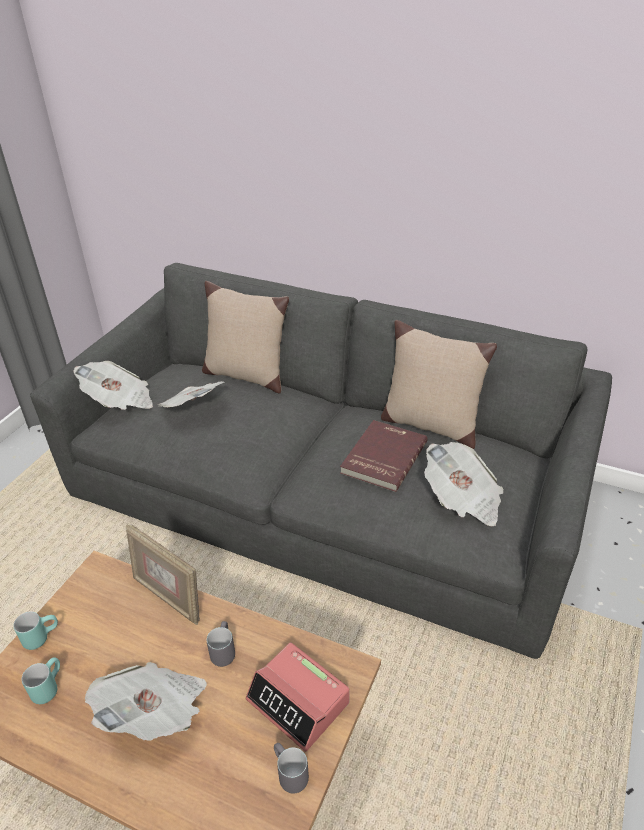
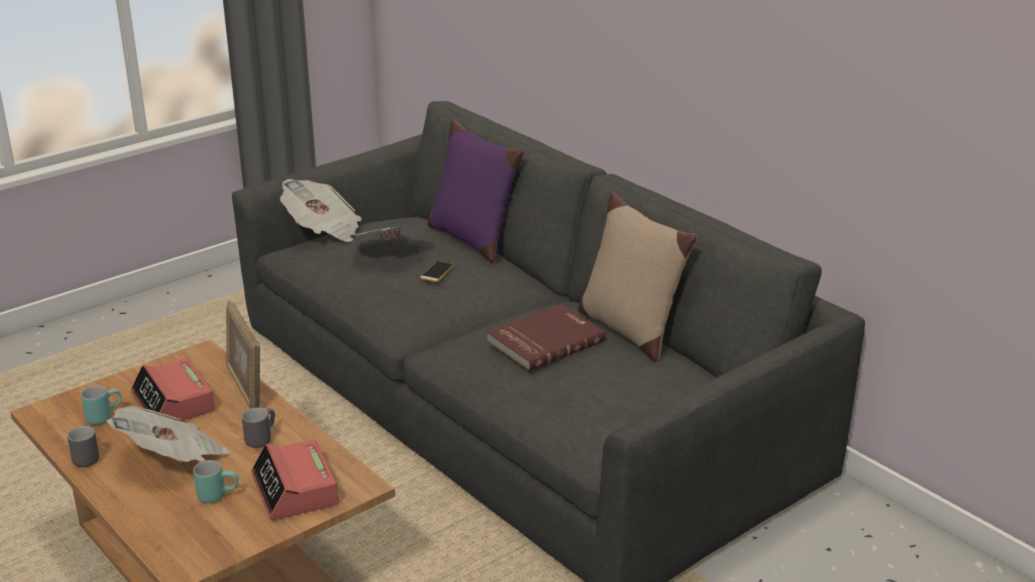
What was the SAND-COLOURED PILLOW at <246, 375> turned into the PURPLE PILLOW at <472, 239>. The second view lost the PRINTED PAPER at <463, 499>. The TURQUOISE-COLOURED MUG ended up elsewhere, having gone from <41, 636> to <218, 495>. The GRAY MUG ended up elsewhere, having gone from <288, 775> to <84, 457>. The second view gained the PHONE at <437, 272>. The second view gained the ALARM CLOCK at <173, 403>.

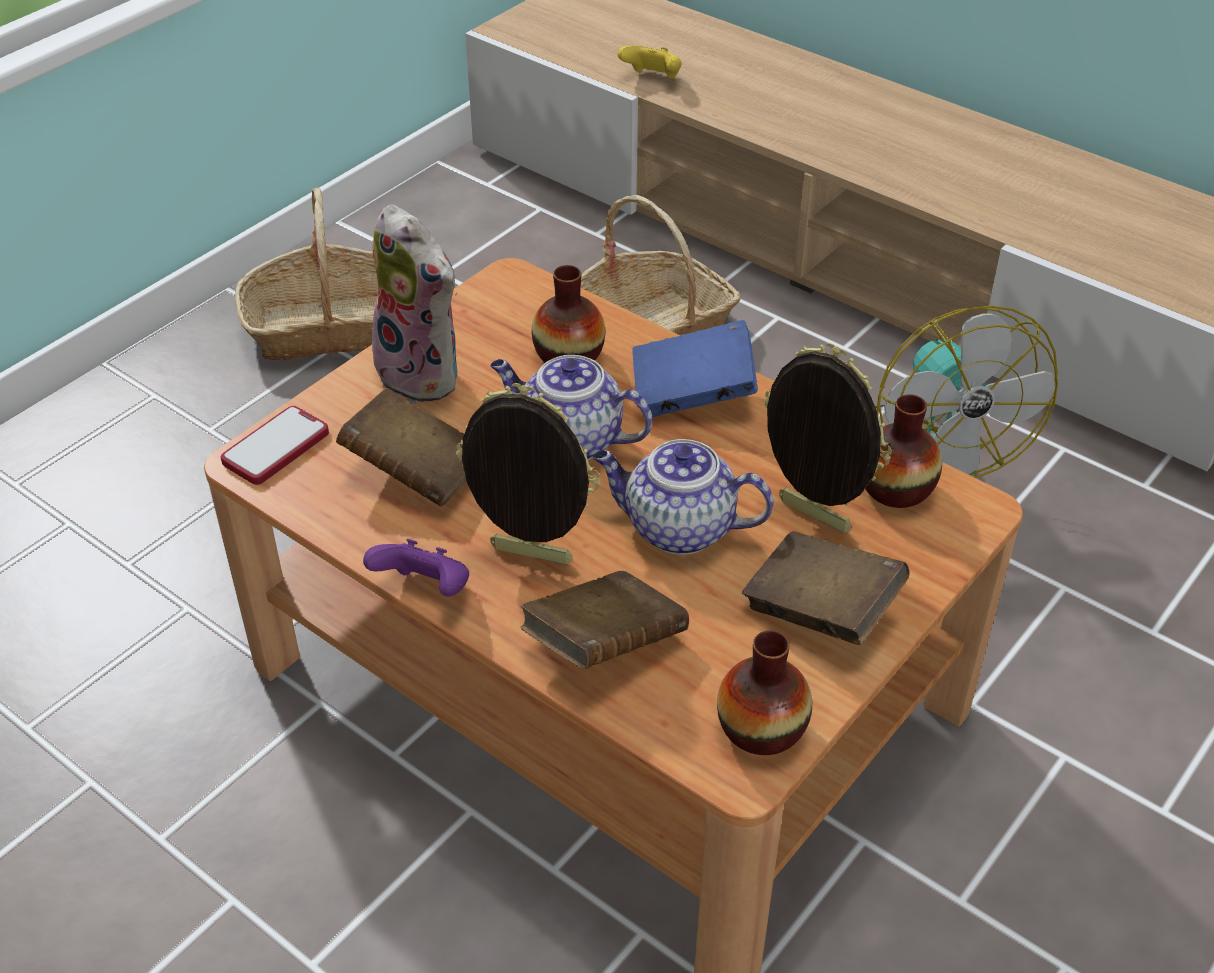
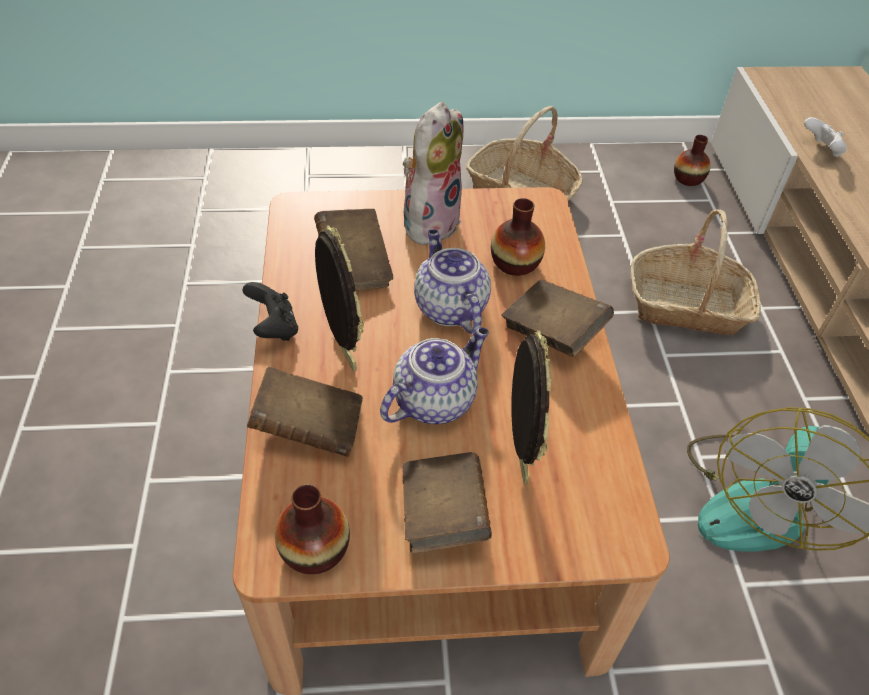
What was the YELLOWISH GAMEPAD at <652, 79> turned into the WHITE GAMEPAD at <821, 150>. The PLUSH TOY at <425, 374> ended up facing another way, 150 degrees counterclockwise from before. What was the BLUE-COLOURED BOUND BOOK at <692, 394> turned into the BROWNISH BOUND BOOK at <552, 333>. The DECORATIVE VASE ended up elsewhere, having gone from <896, 488> to <688, 179>. The second view lost the PHONE at <276, 448>. The TEA POT at <677, 529> ended up facing another way, 75 degrees clockwise from before. What was the PURPLE GAMEPAD at <425, 590> turned into the BLACK-COLOURED GAMEPAD at <274, 328>.

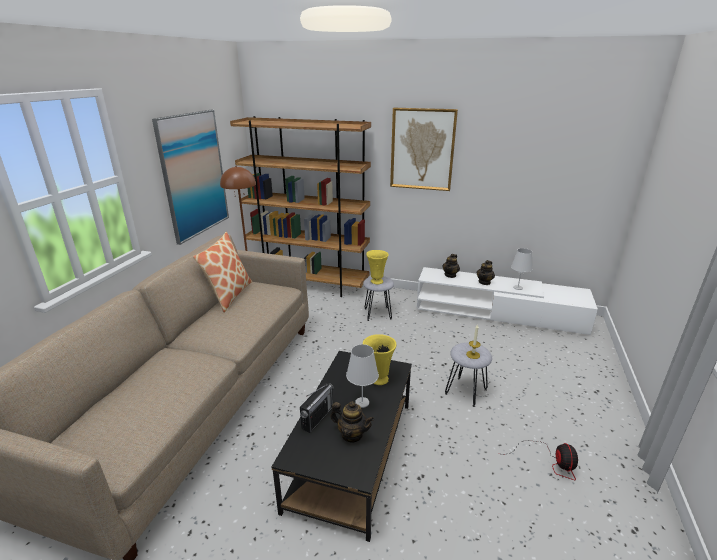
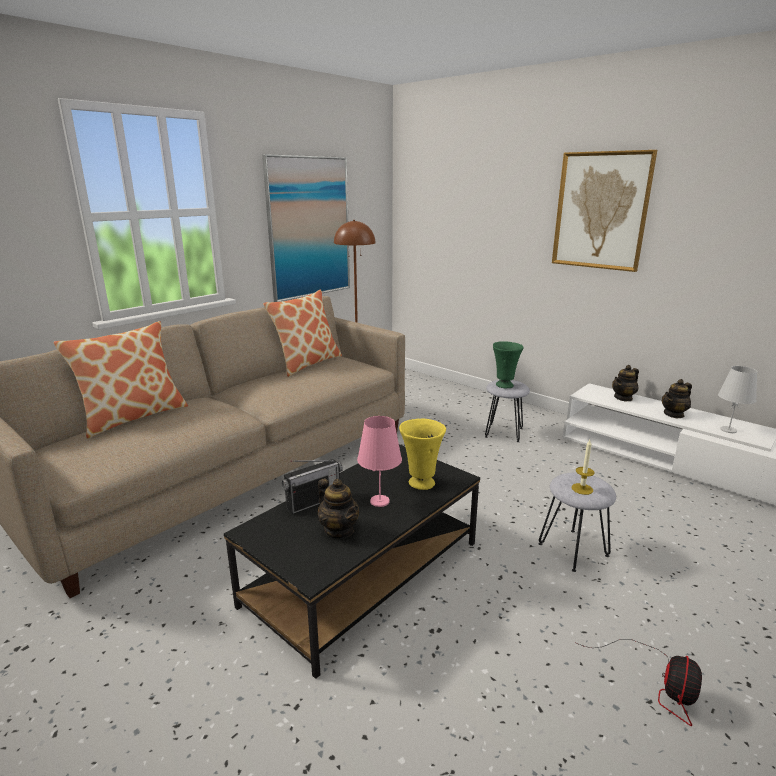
The second view lost the BROWNISH BOOKCASE at <309, 284>. What was the YELLOWISH DECORATIVE VASE at <376, 281> turned into the GREEN DECORATIVE VASE at <504, 385>. What was the WHITE TABLE LAMP at <362, 403> turned into the PINK-COLOURED TABLE LAMP at <379, 501>. The second view gained the PILLOW at <133, 417>.

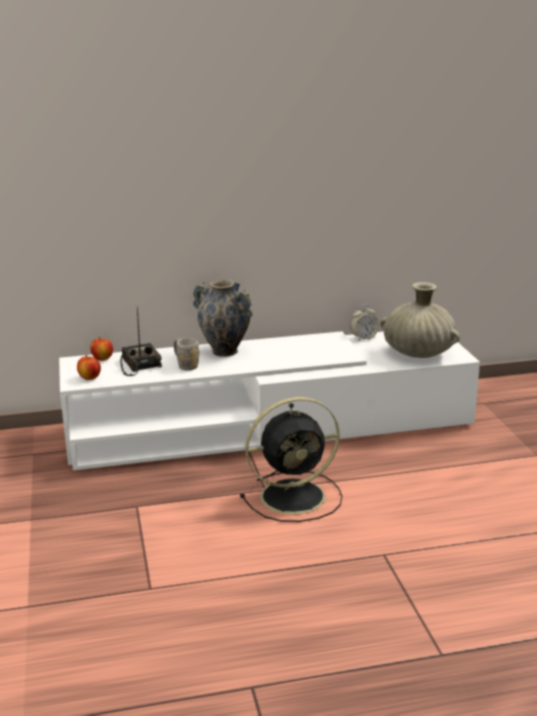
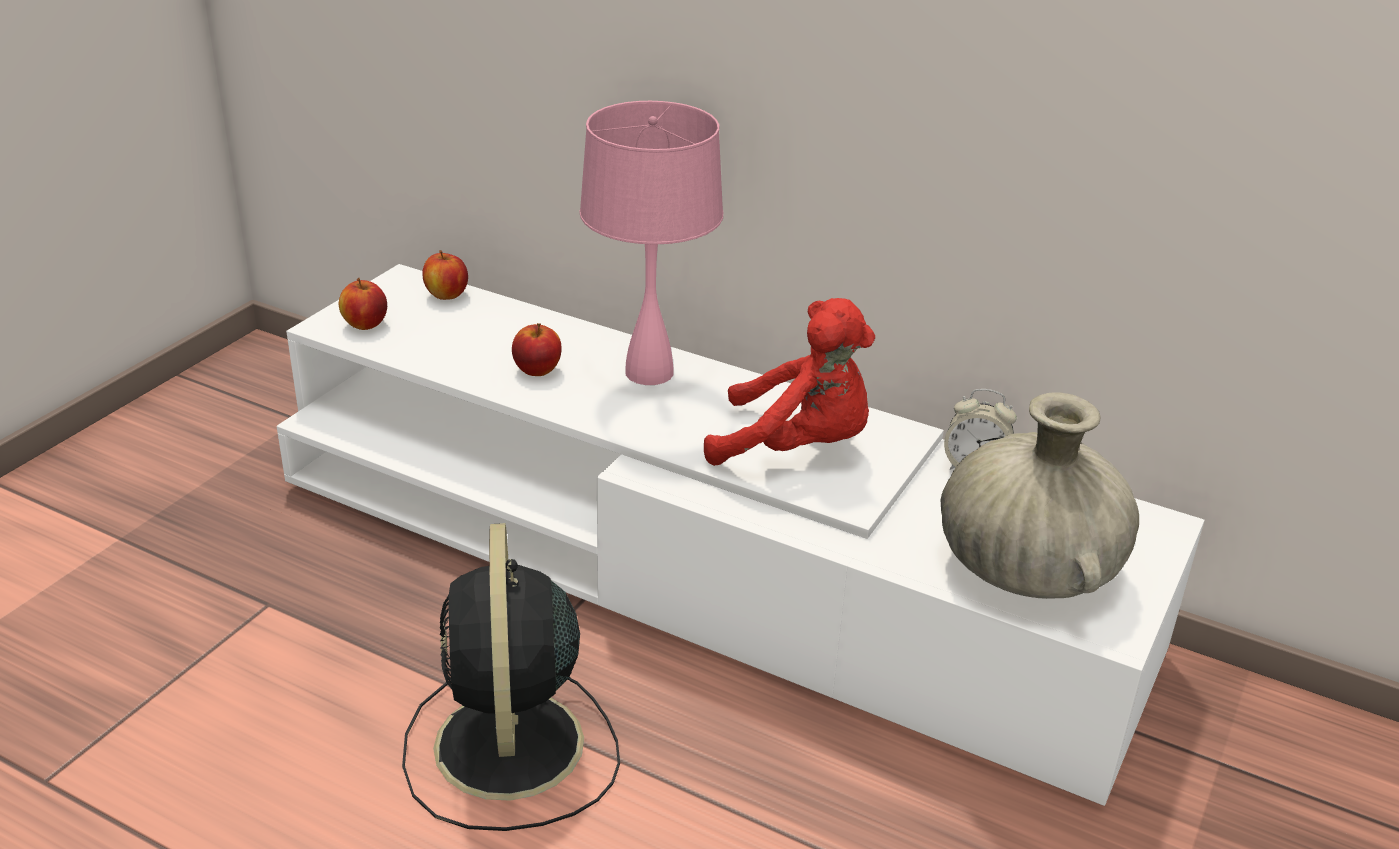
Where the DECORATIVE VASE stood at <224, 351>, the PINK-COLOURED TABLE LAMP came to stand at <648, 372>. The second view lost the RADIO SET at <139, 365>. Where the GRAY MUG stood at <185, 365>, the APPLE FRUIT came to stand at <537, 370>. The BLACK-COLOURED FAN at <296, 496> ended up facing another way, 60 degrees clockwise from before. The second view gained the RED-COLOURED PLUSH TOY at <797, 447>.

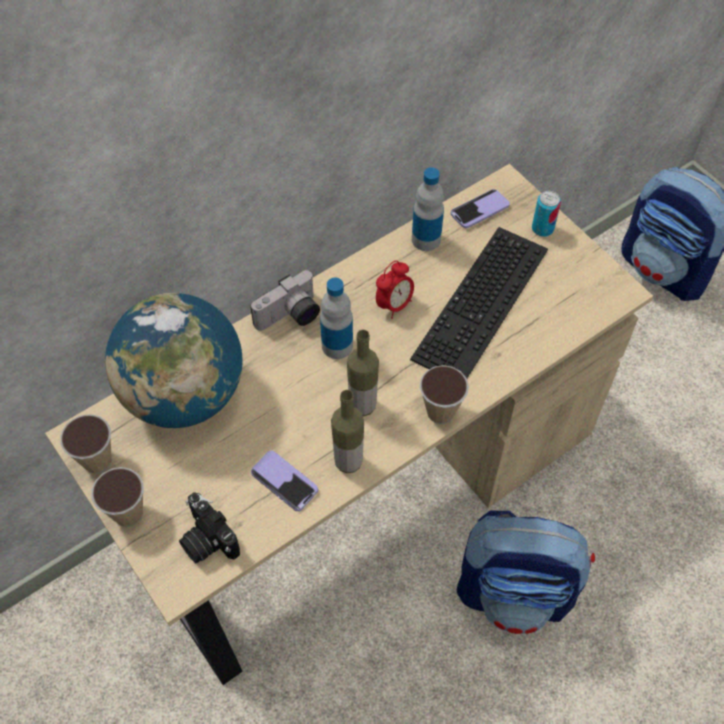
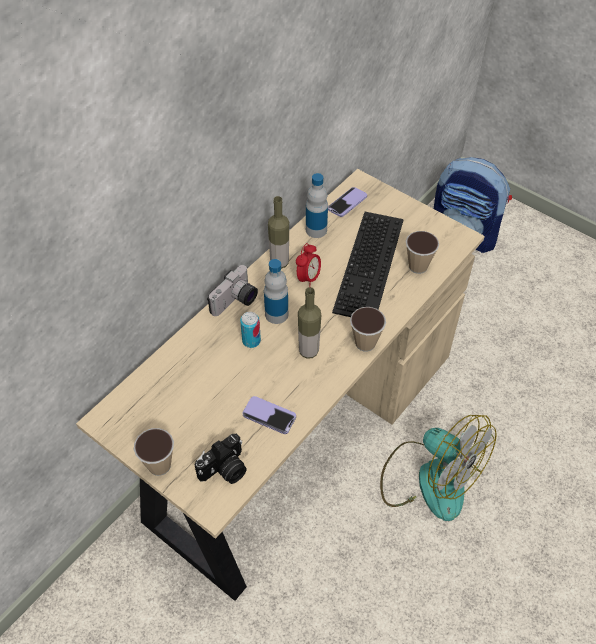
The METAL CAN ended up elsewhere, having gone from <542, 228> to <251, 341>. The second view lost the WORLD GLOBE at <184, 394>. The BEVERAGE BOTTLE ended up elsewhere, having gone from <348, 462> to <279, 262>. The DRINKING CUP ended up elsewhere, having gone from <97, 460> to <418, 266>. The STILL CAMERA at <206, 540> ended up facing another way, 75 degrees counterclockwise from before. Where the BACKPACK stood at <515, 592>, the FAN came to stand at <429, 478>.

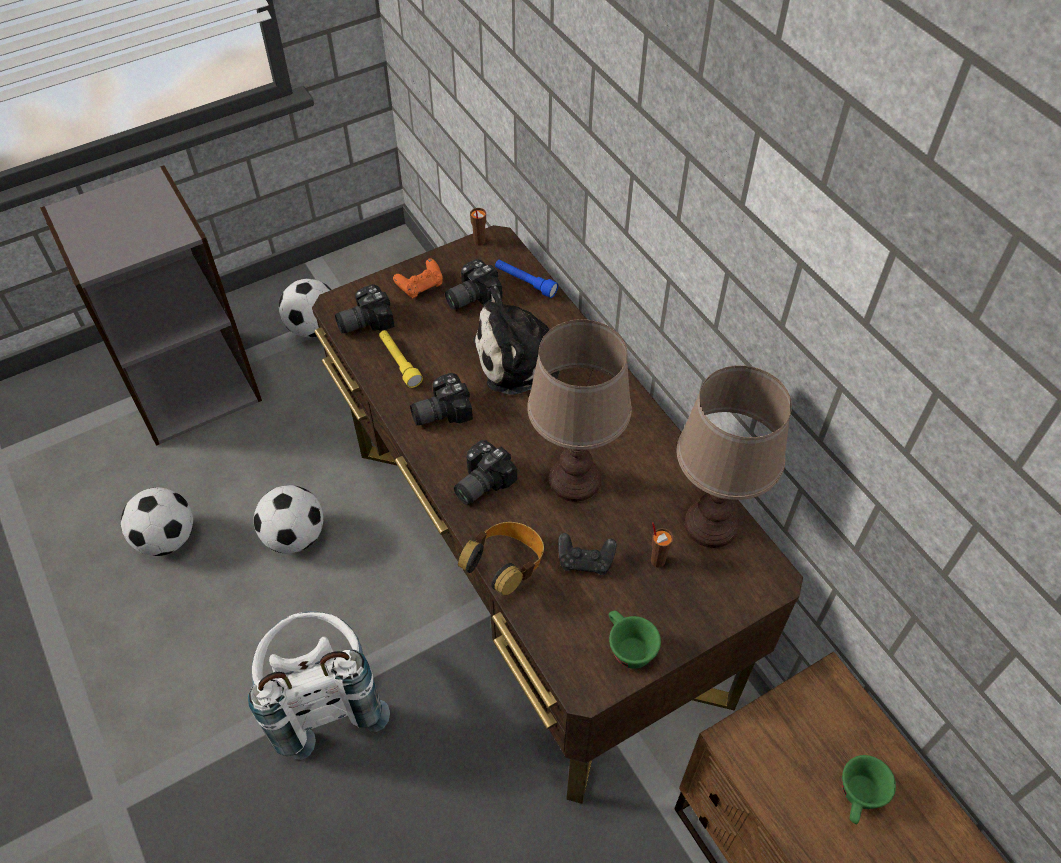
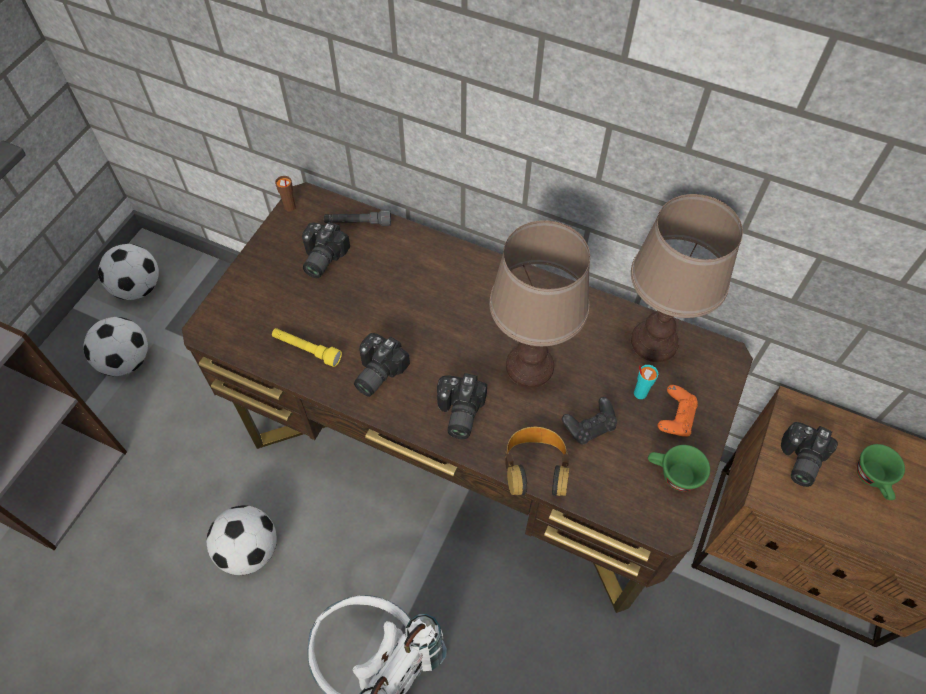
The ORANGE-COLOURED GAMEPAD ended up elsewhere, having gone from <421, 286> to <675, 417>. What was the BLUE-COLOURED FLASHLIGHT at <525, 282> turned into the GRAY FLASHLIGHT at <358, 223>. The STILL CAMERA ended up elsewhere, having gone from <363, 320> to <799, 460>. The second view lost the PLUSH TOY at <522, 358>. The BALL FOR FOOTBALL ended up elsewhere, having gone from <167, 538> to <138, 288>. What was the BROWNISH DRINKING CUP at <657, 560> turned into the TURQUOISE-COLOURED DRINKING CUP at <639, 393>.

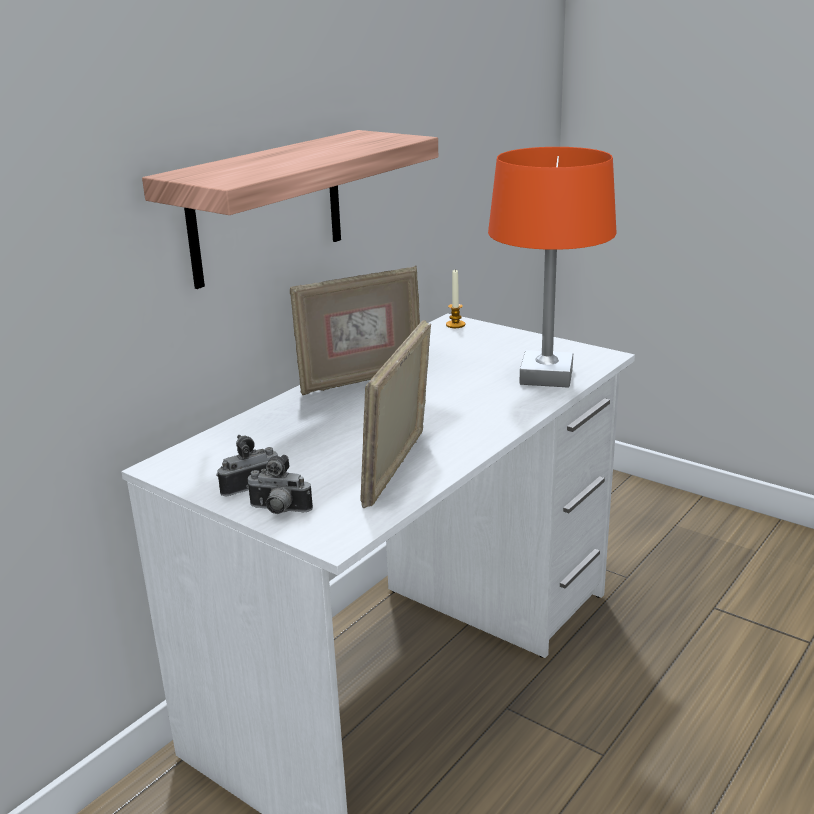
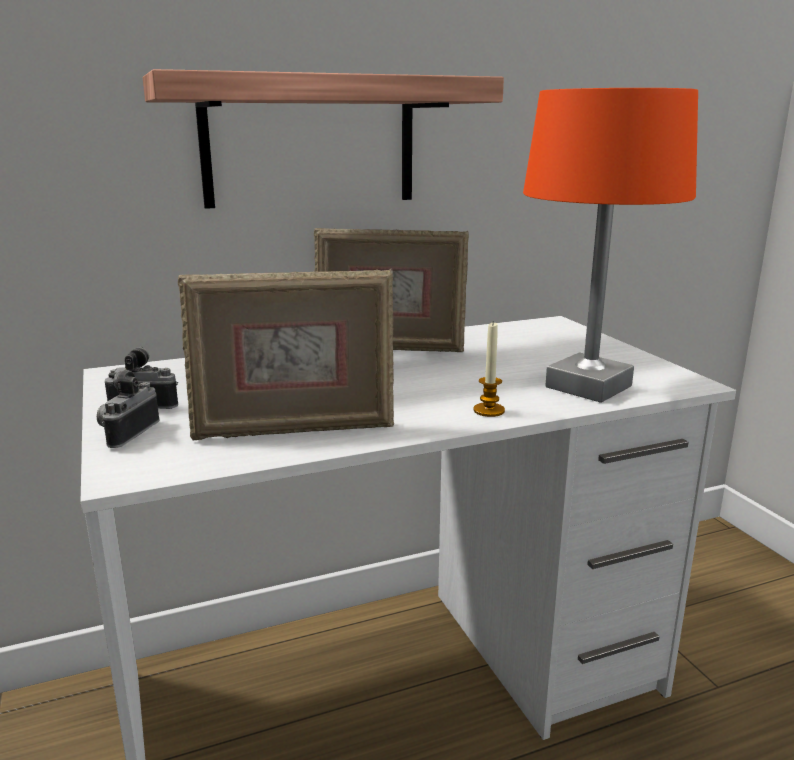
The WAX LIGHT ended up elsewhere, having gone from <455, 325> to <489, 410>. The PICTURE FRAME at <399, 469> ended up facing another way, 150 degrees counterclockwise from before. The STILL CAMERA at <279, 511> ended up facing another way, 60 degrees clockwise from before.

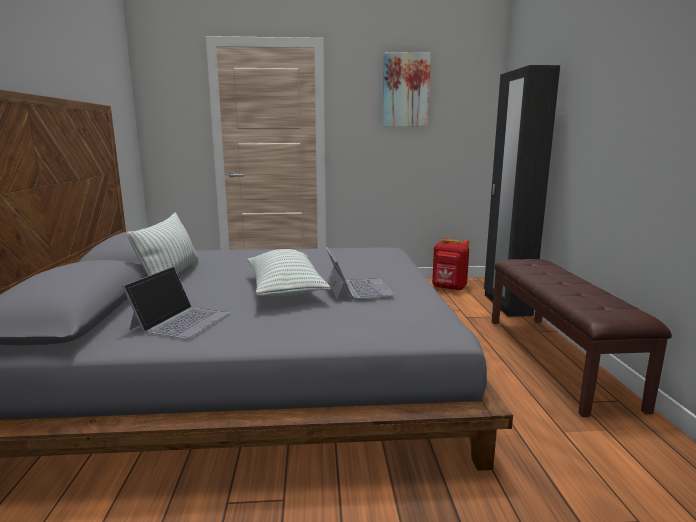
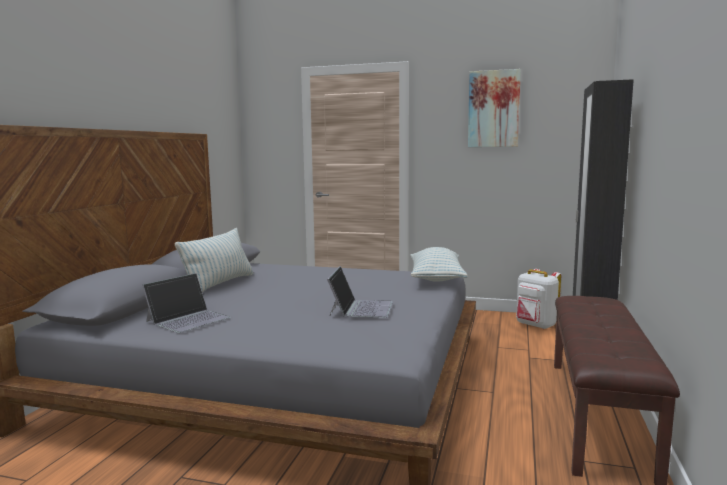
What was the RED-COLOURED BACKPACK at <449, 288> turned into the WHITE BACKPACK at <535, 325>. The PILLOW ended up elsewhere, having gone from <285, 289> to <436, 278>.

